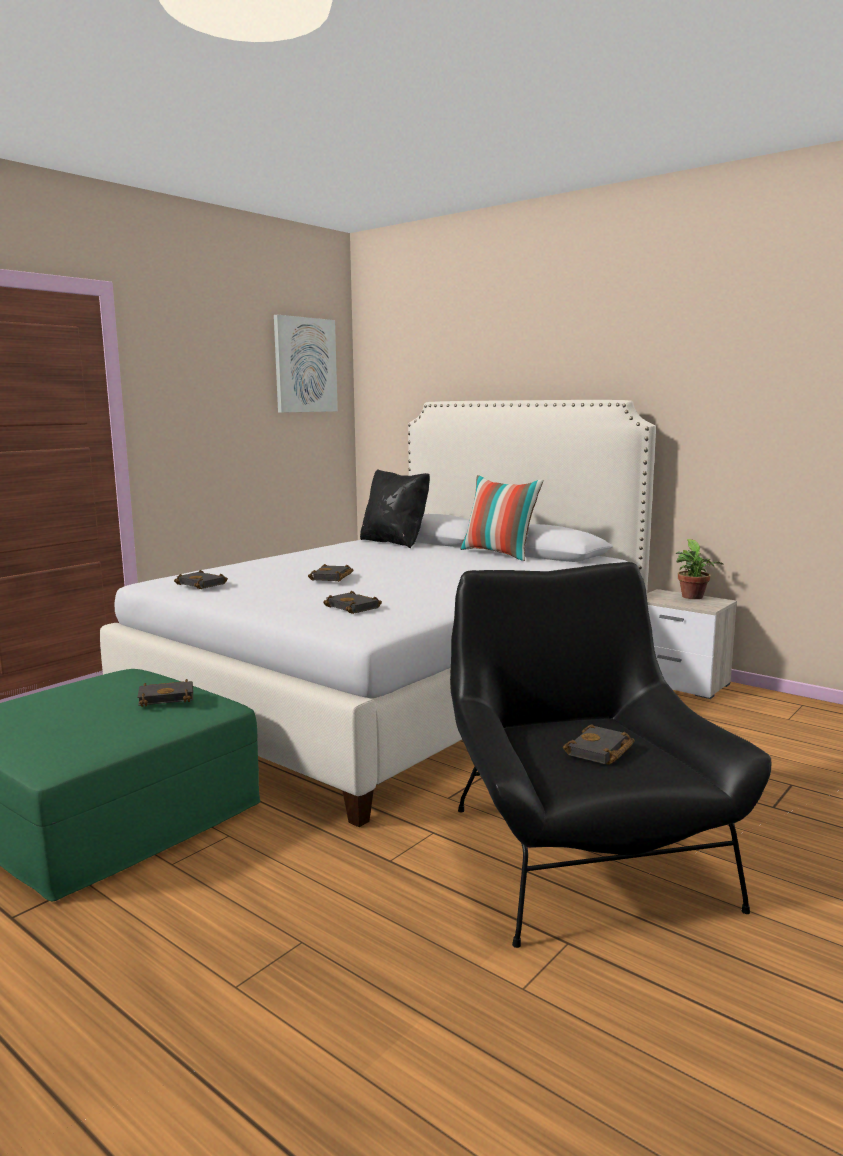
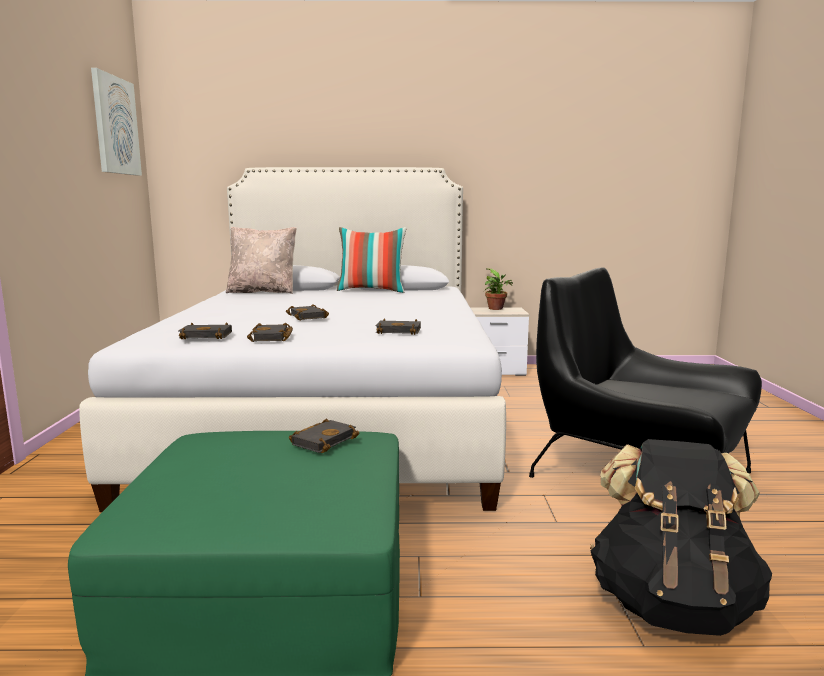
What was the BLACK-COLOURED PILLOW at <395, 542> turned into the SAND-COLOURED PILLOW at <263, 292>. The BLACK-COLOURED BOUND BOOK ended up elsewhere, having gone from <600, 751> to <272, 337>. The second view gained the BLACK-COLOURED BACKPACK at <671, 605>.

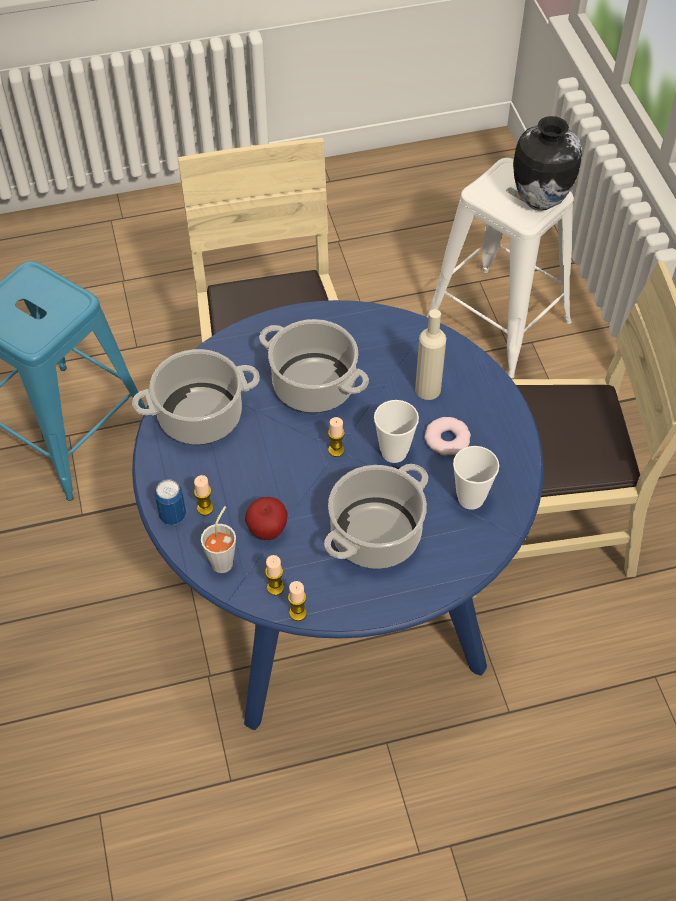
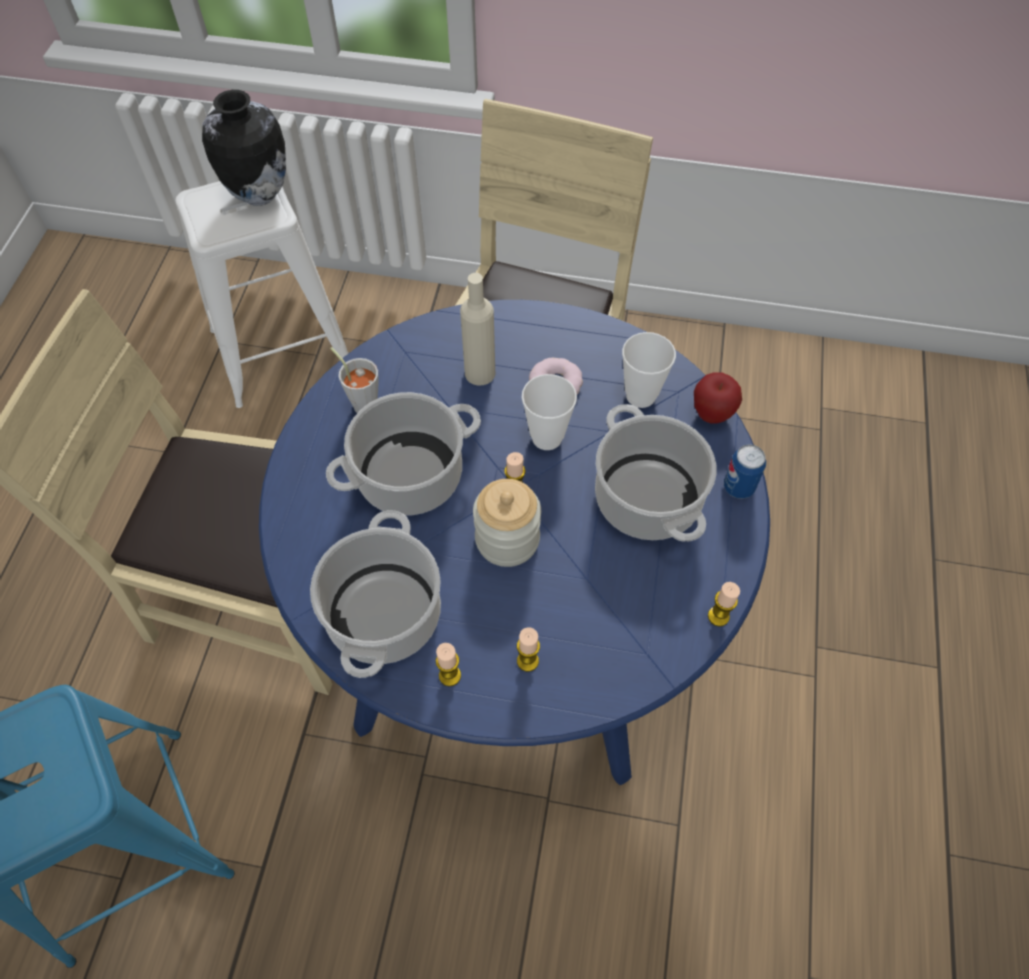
The METAL CAN ended up elsewhere, having gone from <172, 515> to <738, 487>. The APPLE FRUIT ended up elsewhere, having gone from <267, 531> to <712, 414>. The GRAY DRINKING CUP ended up elsewhere, having gone from <224, 559> to <362, 402>. The WAX LIGHT ended up elsewhere, having gone from <275, 587> to <450, 675>. The second view gained the JAR at <507, 539>.

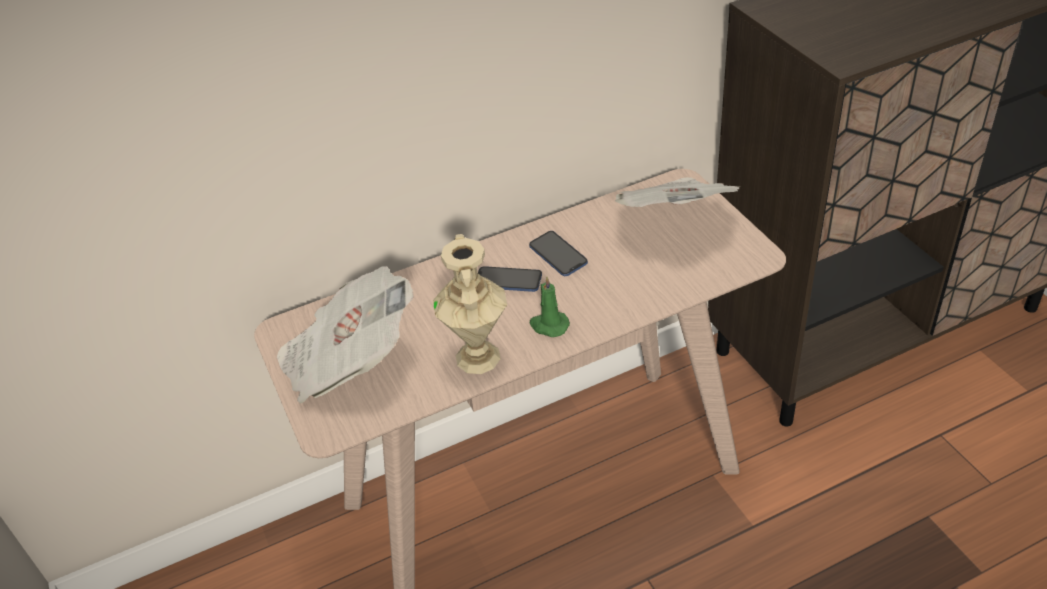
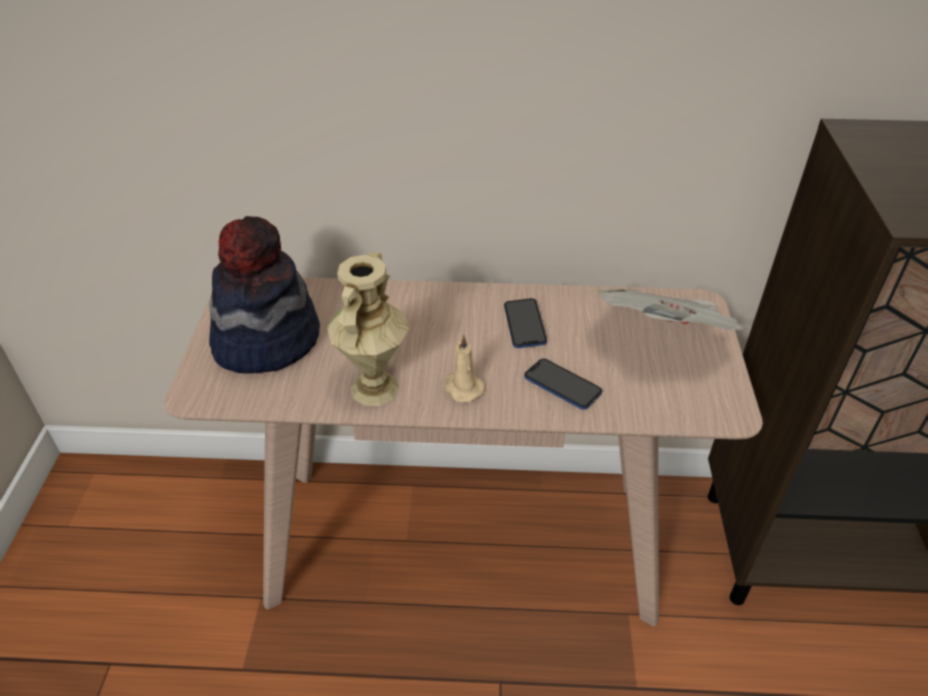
Where the PRINTED PAPER stood at <348, 361>, the HAT came to stand at <266, 340>. The PHONE ended up elsewhere, having gone from <508, 280> to <562, 385>. What was the GREEN WAX LIGHT at <548, 325> turned into the SAND-COLOURED WAX LIGHT at <462, 388>.

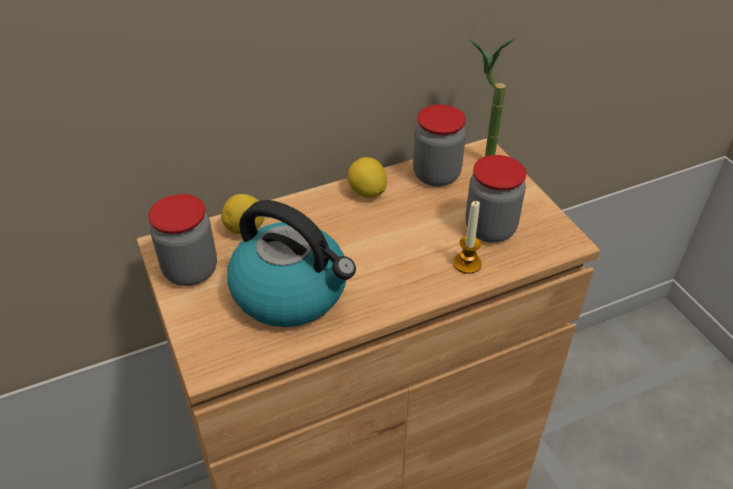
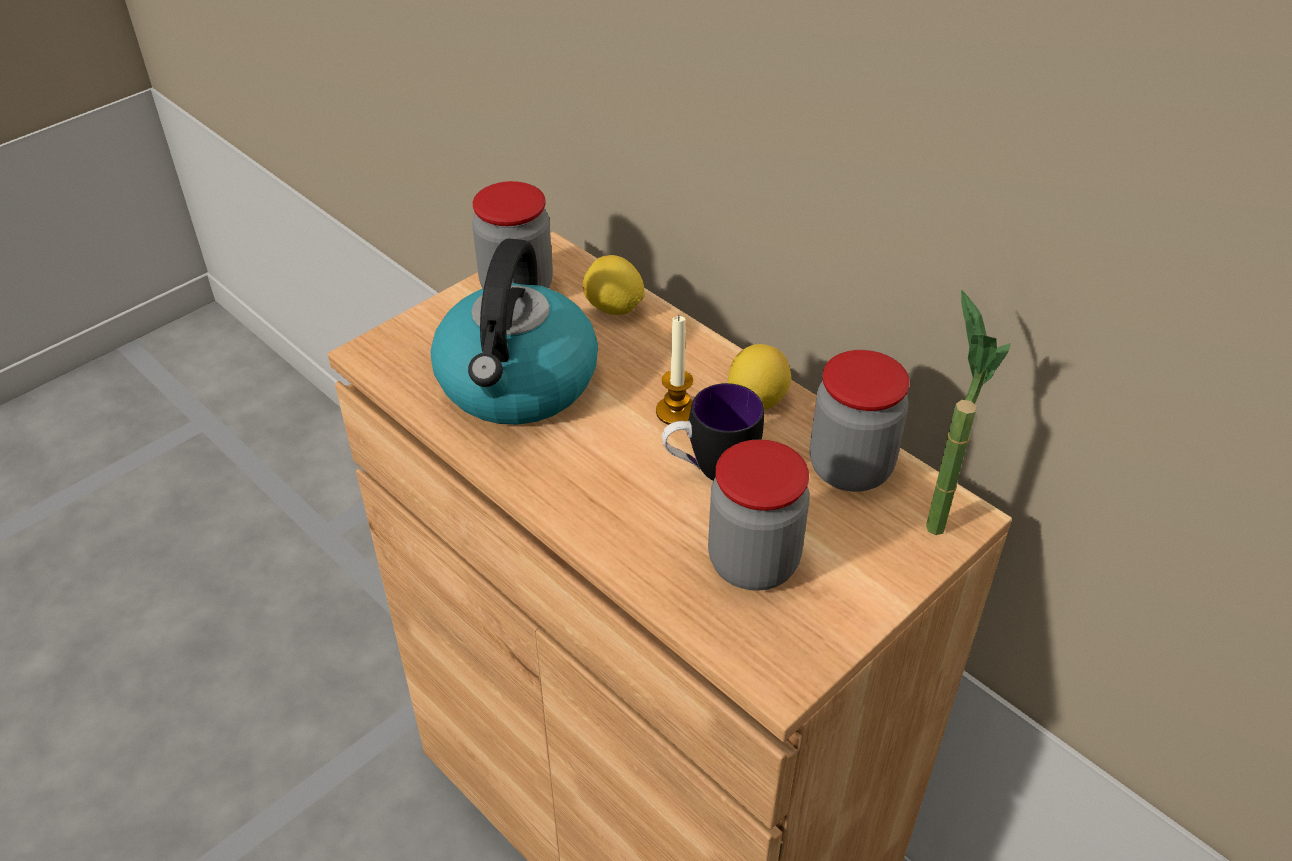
The WAX LIGHT ended up elsewhere, having gone from <467, 263> to <676, 412>. The second view gained the MUG at <710, 470>.

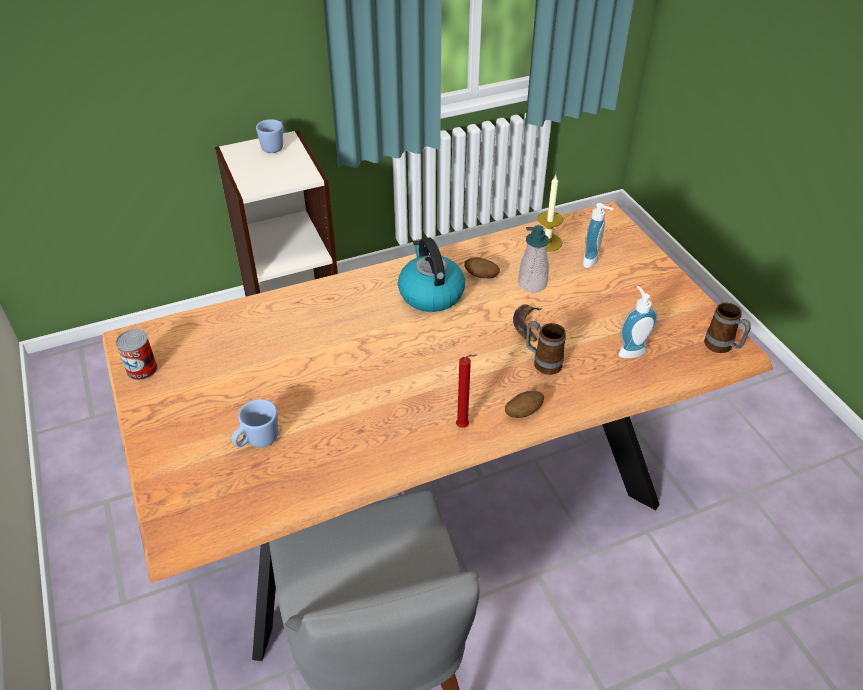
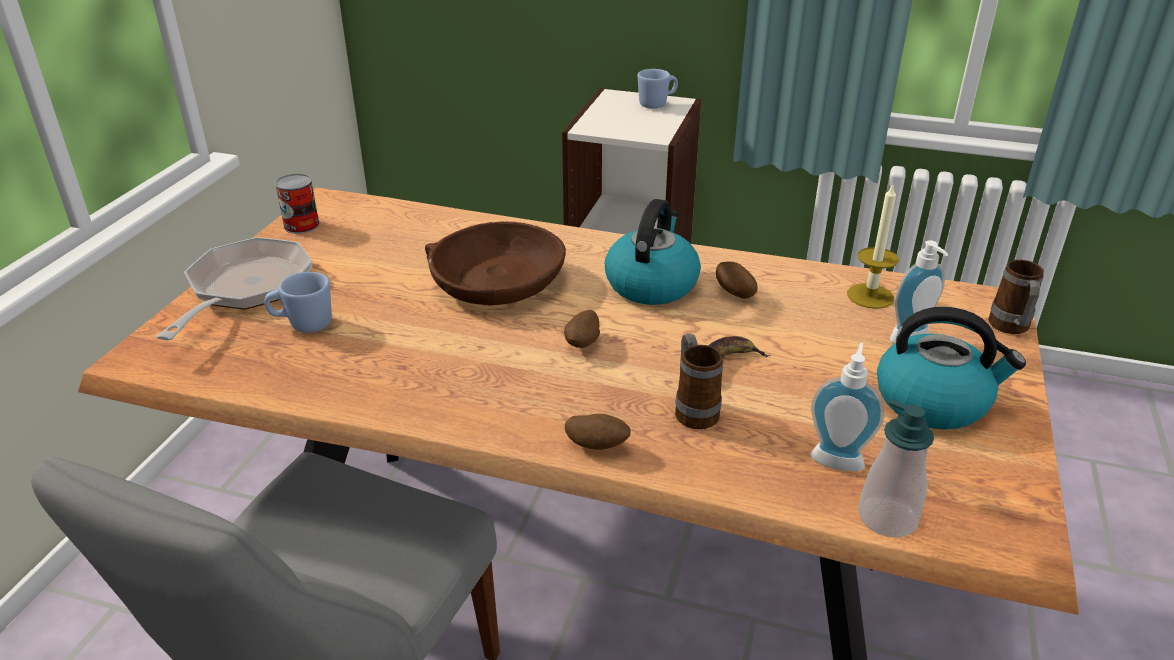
The LIQUID SOAP BOTTLE ended up elsewhere, having gone from <532, 284> to <887, 518>. The MUG ended up elsewhere, having gone from <722, 348> to <1010, 329>. The second view lost the RED-COLOURED WAX LIGHT at <464, 427>. The second view gained the BROWNISH SERVING BOWL at <496, 283>. The second view gained the SKILLET at <245, 289>. The second view gained the KETTLE at <933, 401>. The second view gained the SPUD at <583, 344>.

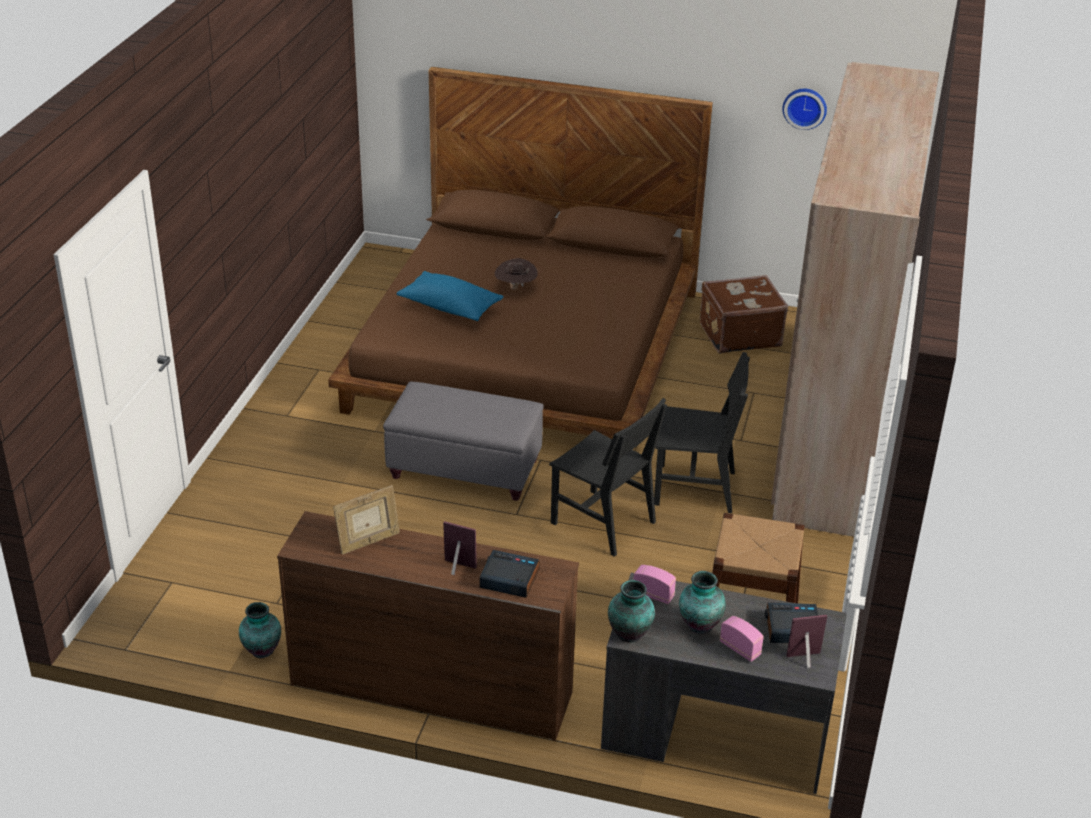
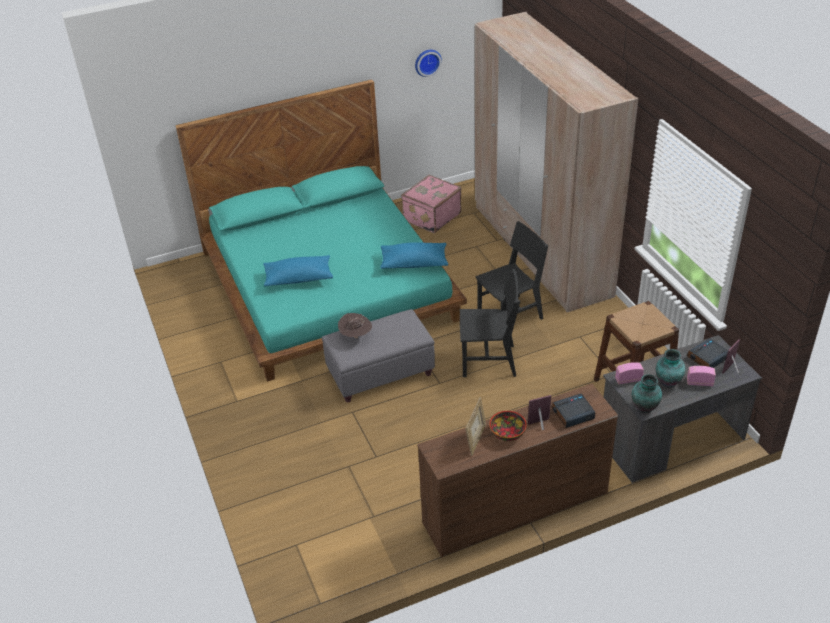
What was the BROWNISH BEDROOM BED at <524, 350> turned into the TURQUOISE-COLOURED BEDROOM BED at <328, 285>. The BROWNISH HAT ended up elsewhere, having gone from <515, 288> to <356, 336>. What was the BROWNISH SUITCASE at <739, 334> turned into the PINK-COLOURED SUITCASE at <431, 217>. The second view lost the DECORATIVE VASE at <261, 650>. The second view gained the BLUE-COLOURED PILLOW at <414, 263>. The second view gained the SERVING BOWL at <508, 433>.

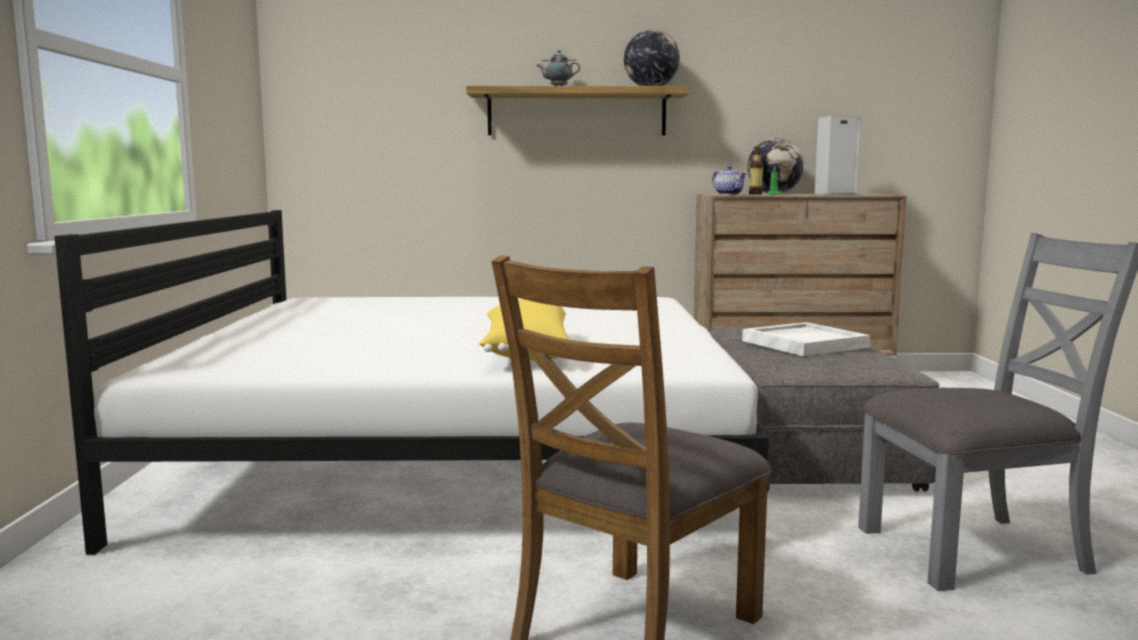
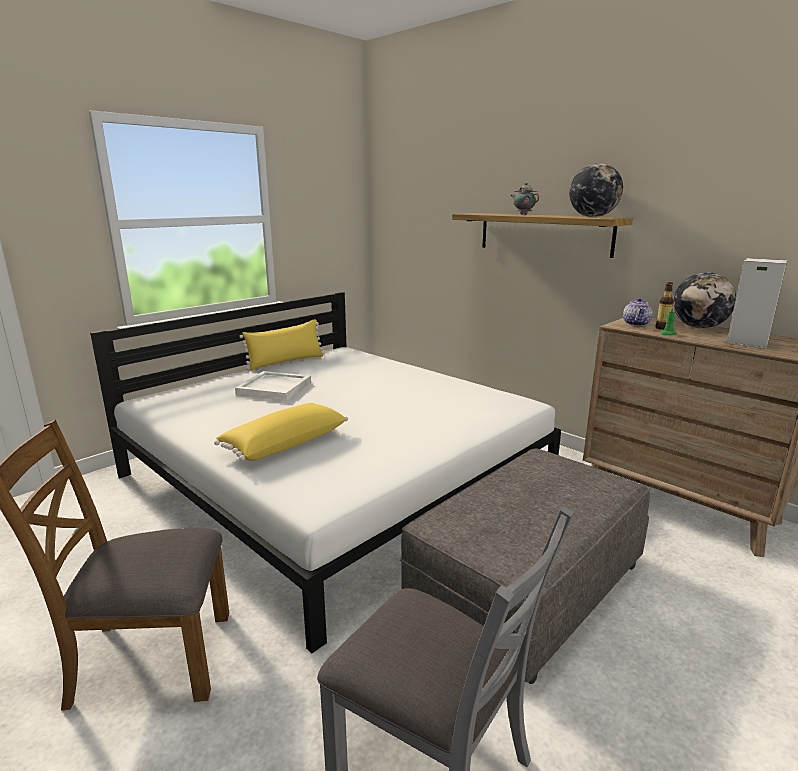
The WHITE SERVING TRAY ended up elsewhere, having gone from <804, 343> to <275, 388>. The second view gained the YELLOWISH PILLOW at <286, 362>.

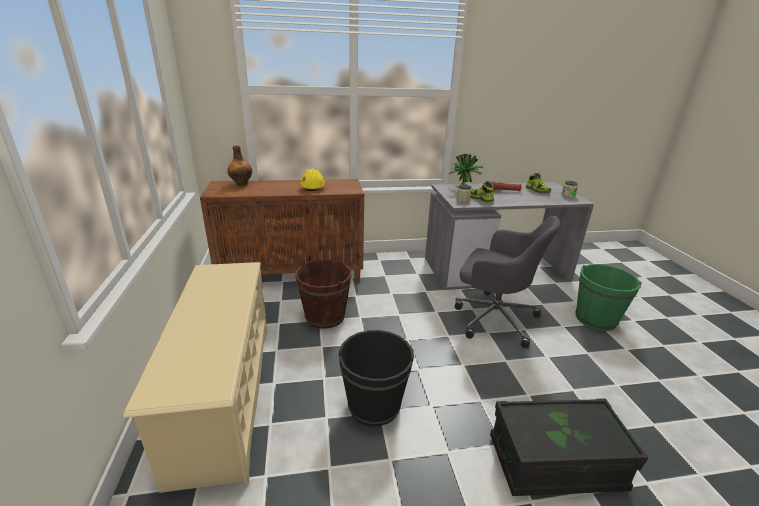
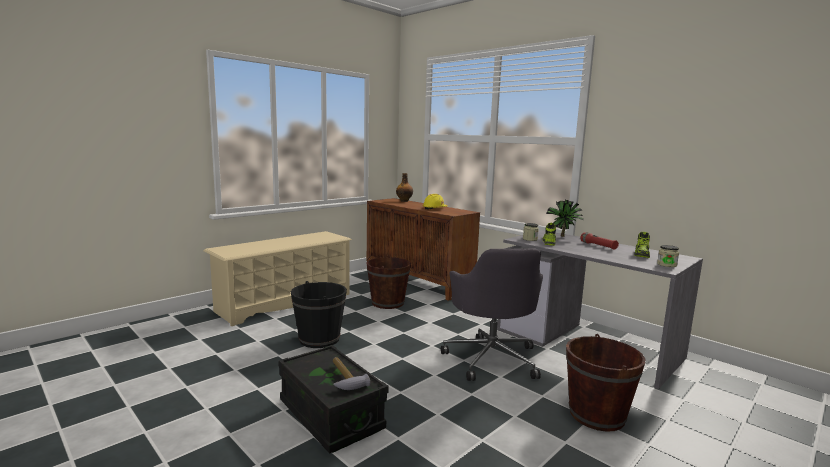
What was the GREEN WATER BUCKET at <595, 319> turned into the BROWNISH WATER BUCKET at <596, 415>. The second view gained the TOOL HAMMER at <344, 378>.

